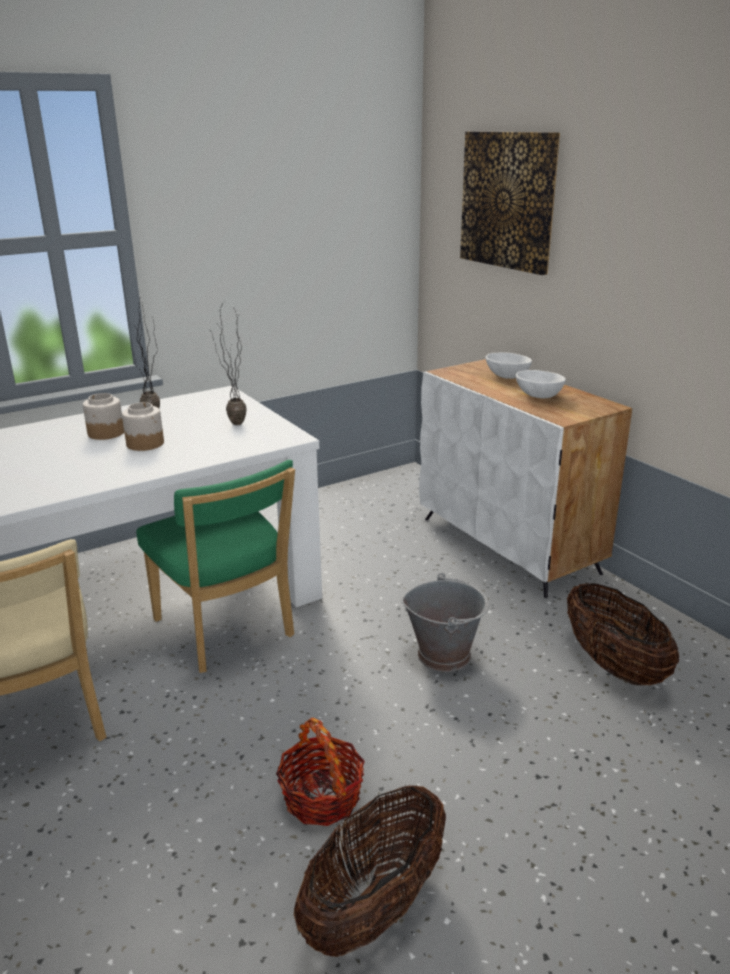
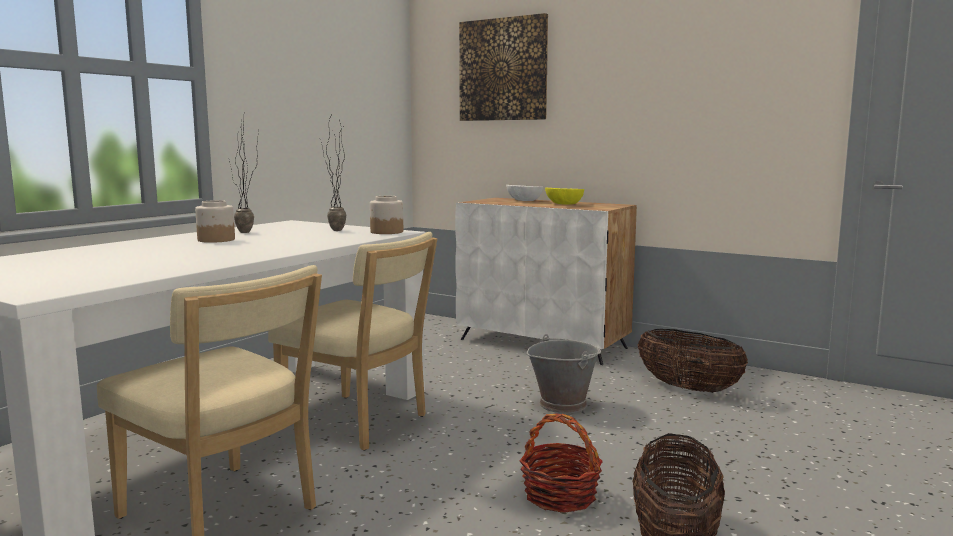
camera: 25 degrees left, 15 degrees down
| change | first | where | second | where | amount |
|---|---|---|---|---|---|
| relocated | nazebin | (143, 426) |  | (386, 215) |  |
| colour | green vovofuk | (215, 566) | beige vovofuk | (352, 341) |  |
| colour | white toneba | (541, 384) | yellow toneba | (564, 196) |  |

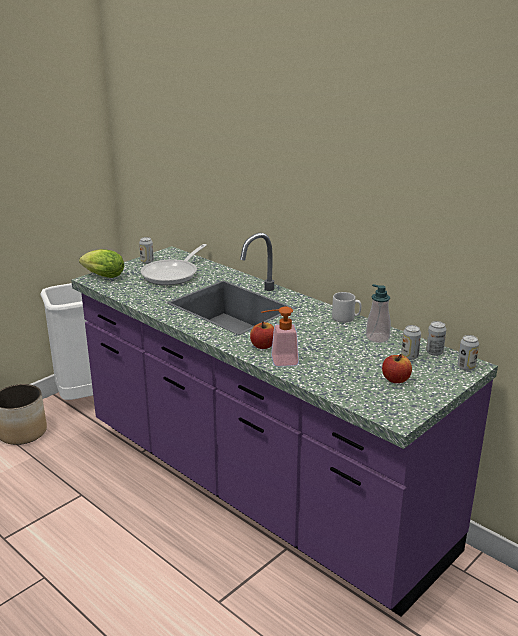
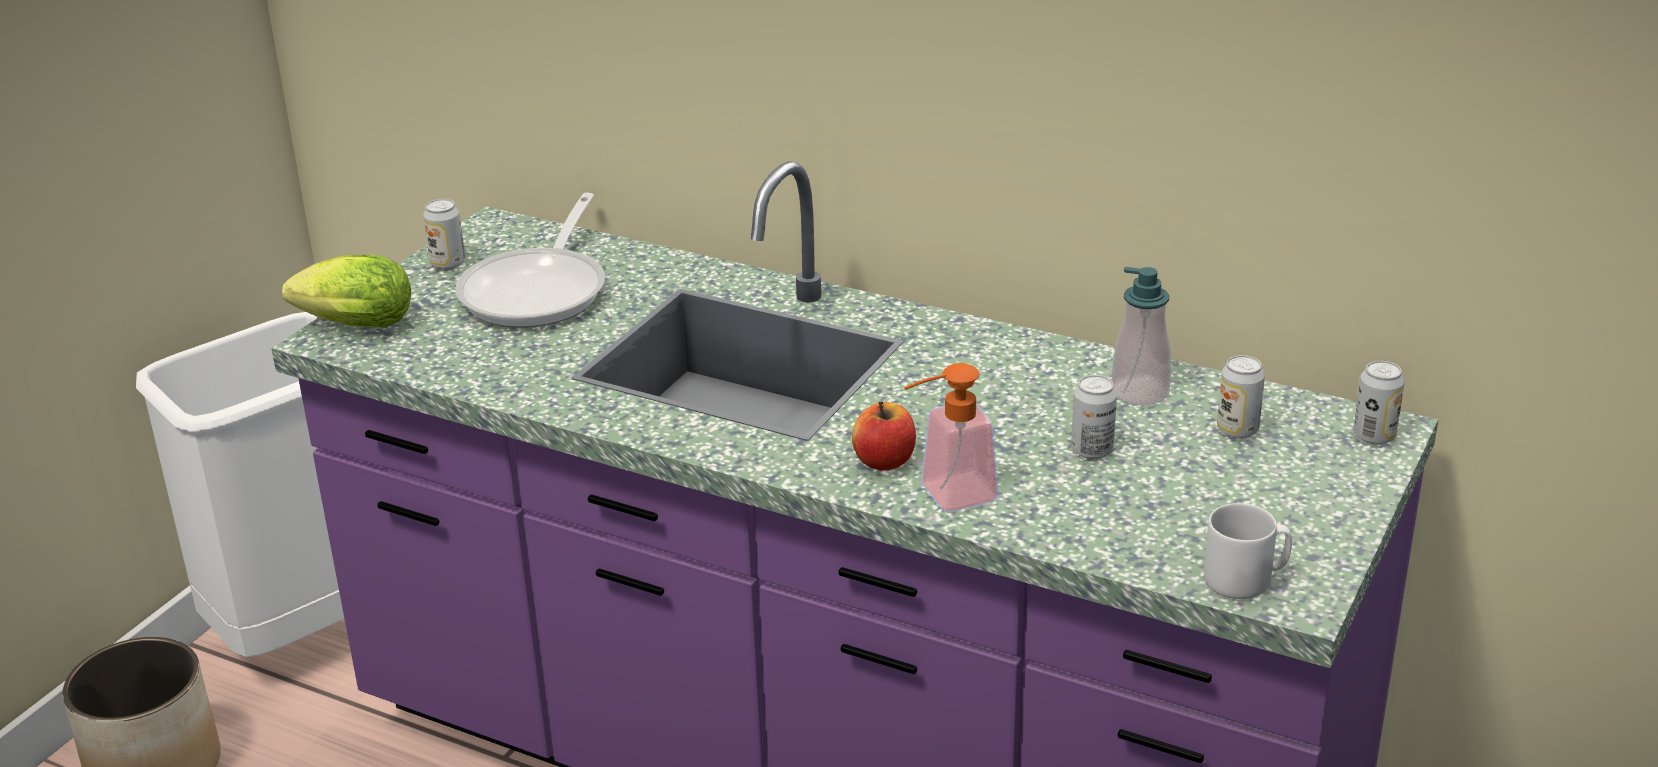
camera: 15 degrees left, 5 degrees up
| change | first | where | second | where | amount |
|---|---|---|---|---|---|
| missing | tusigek | (397, 368) |  |  |  |
| relocated | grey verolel | (346, 307) |  | (1248, 551) |  |
| relocated | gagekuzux | (436, 338) |  | (1094, 417) |  |

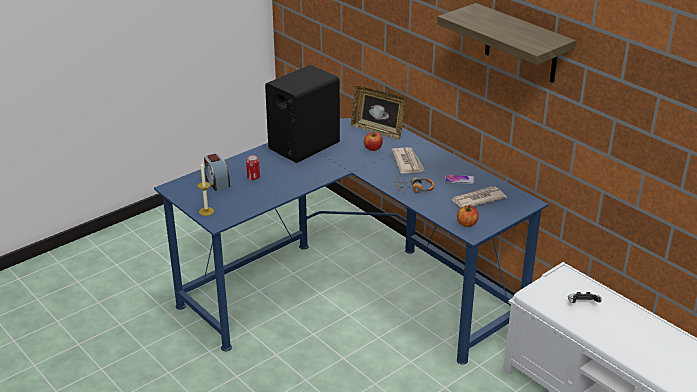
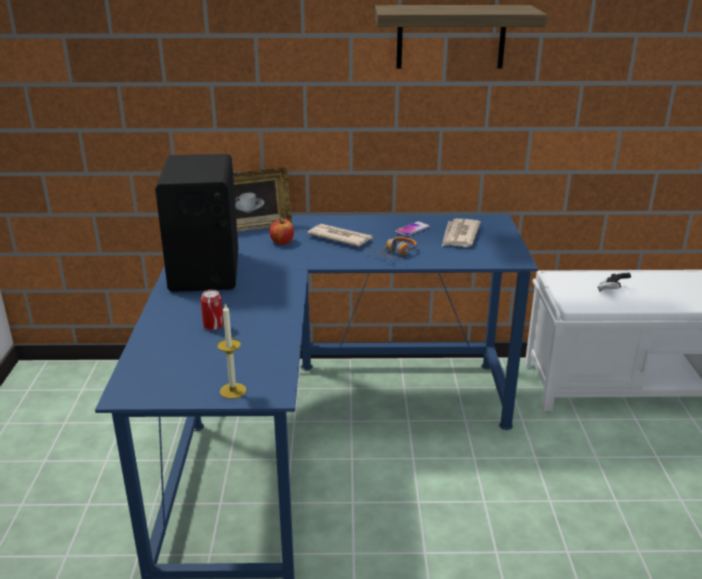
camera: 50 degrees left, 5 degrees down
| change | first | where | second | where | amount |
|---|---|---|---|---|---|
| missing | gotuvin | (217, 172) |  |  |  |
| missing | tusigek | (468, 216) |  |  |  |

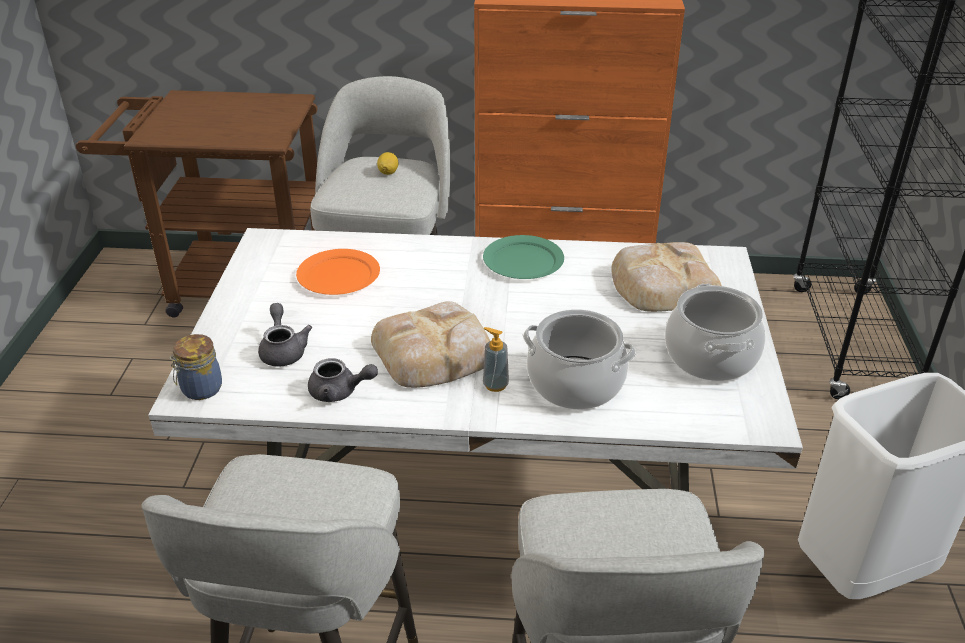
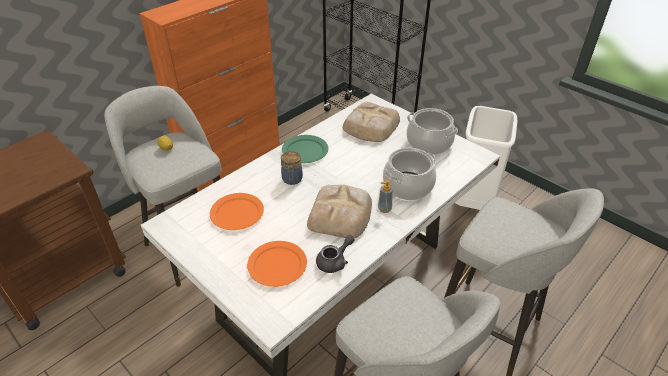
camera: 50 degrees left, 5 degrees up
| change | first | where | second | where | amount |
|---|---|---|---|---|---|
| relocated | nazebin | (195, 367) |  | (292, 168) |  |
| exchanged | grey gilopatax | (285, 335) | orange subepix | (277, 264) |  |

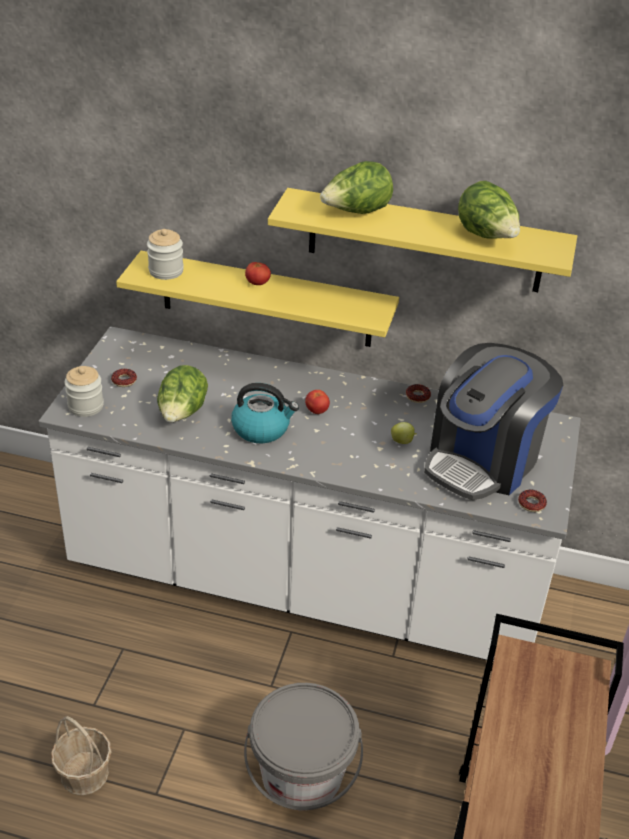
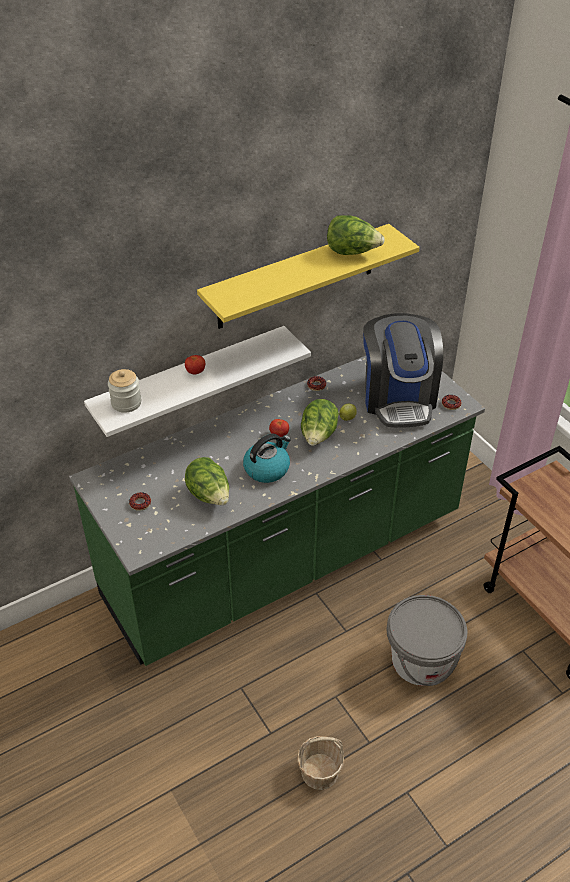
camera: 45 degrees left, 5 degrees up
| change | first | where | second | where | amount |
|---|---|---|---|---|---|
| missing | nazebin | (84, 391) |  |  |  |
| relocated | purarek | (356, 187) |  | (320, 422) |  |
| colour | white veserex | (309, 493) | green veserex | (277, 511) |  |
| colour | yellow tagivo | (257, 299) | white tagivo | (197, 381) |  |

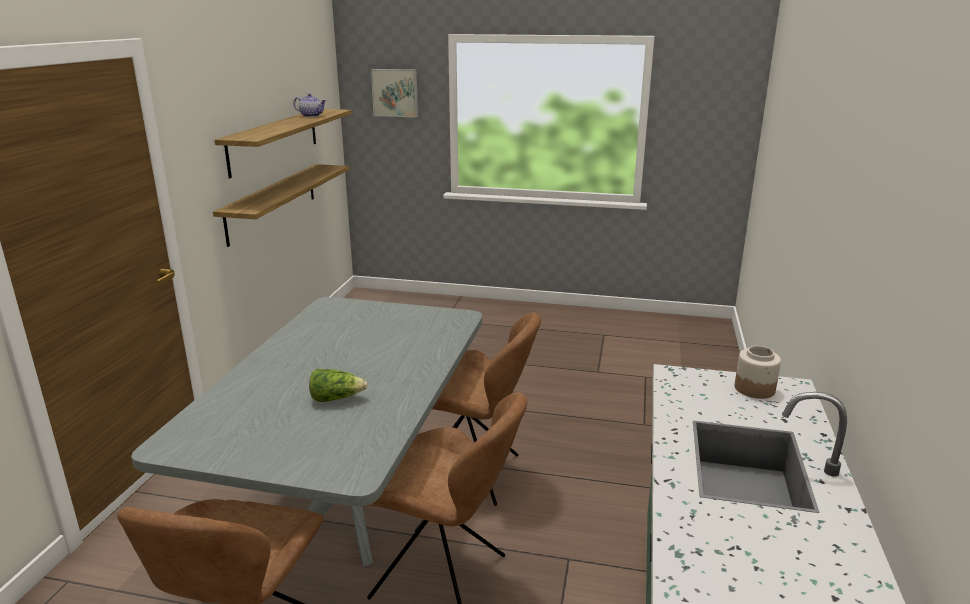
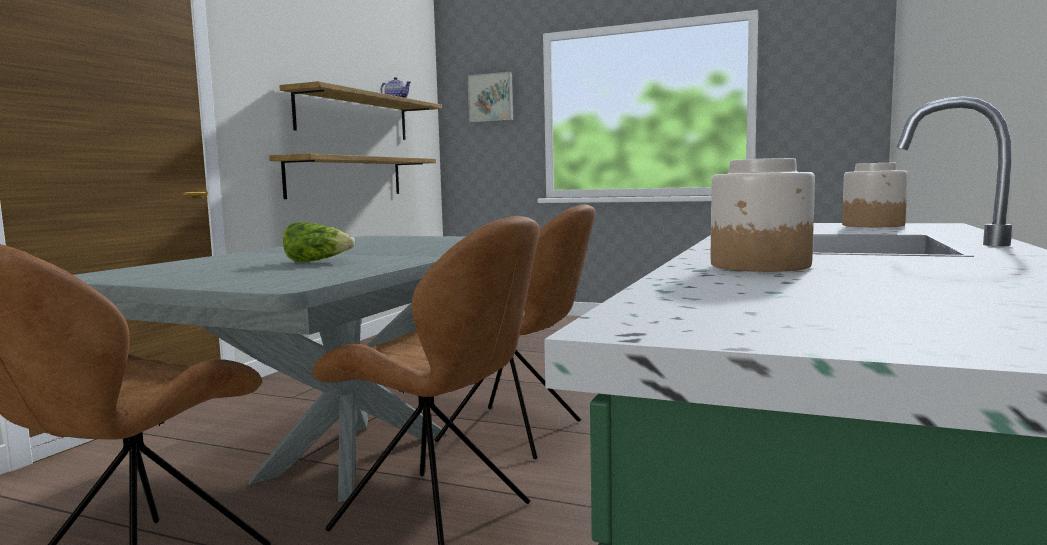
camera: 10 degrees right, 15 degrees down
| change | first | where | second | where | amount |
|---|---|---|---|---|---|
| appeared |  |  | nazebin | (763, 215) |  |

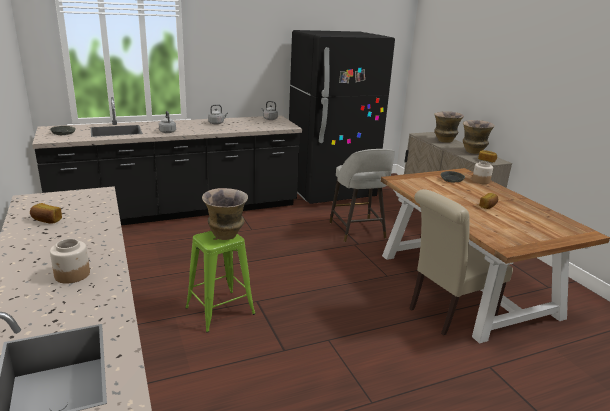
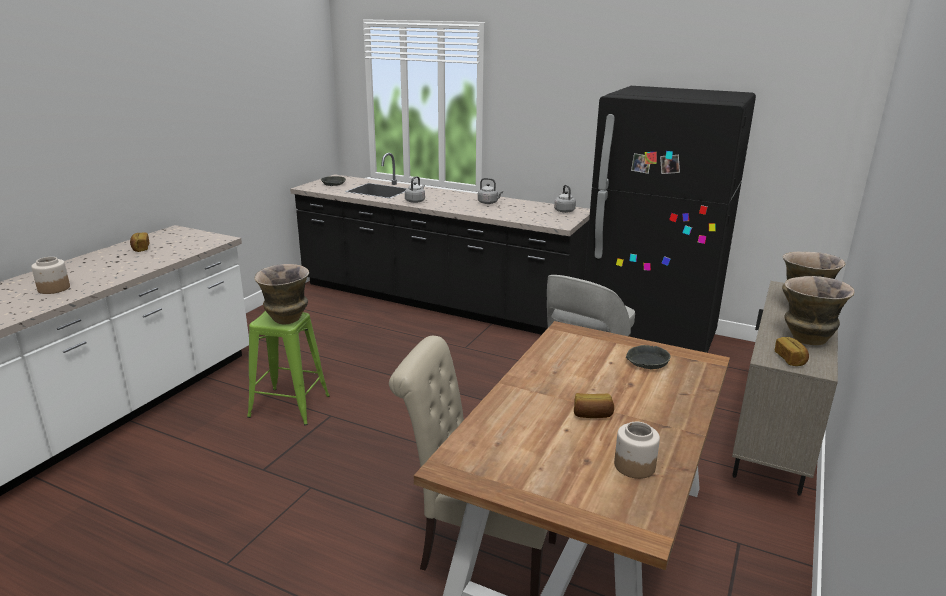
camera: 50 degrees right, 0 degrees up
| change | first | where | second | where | amount |
|---|---|---|---|---|---|
| relocated | nazebin | (482, 173) |  | (637, 450) |  |

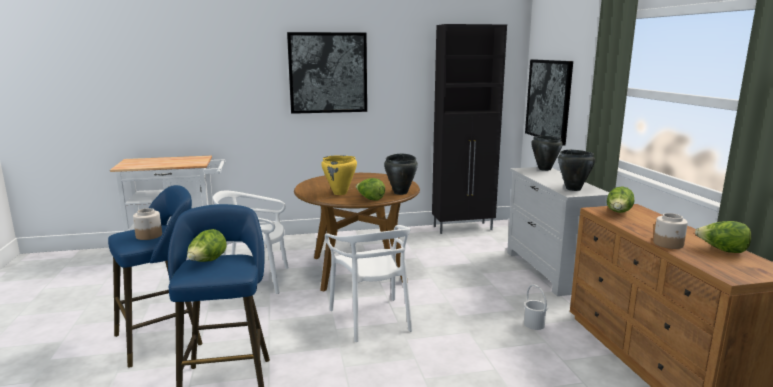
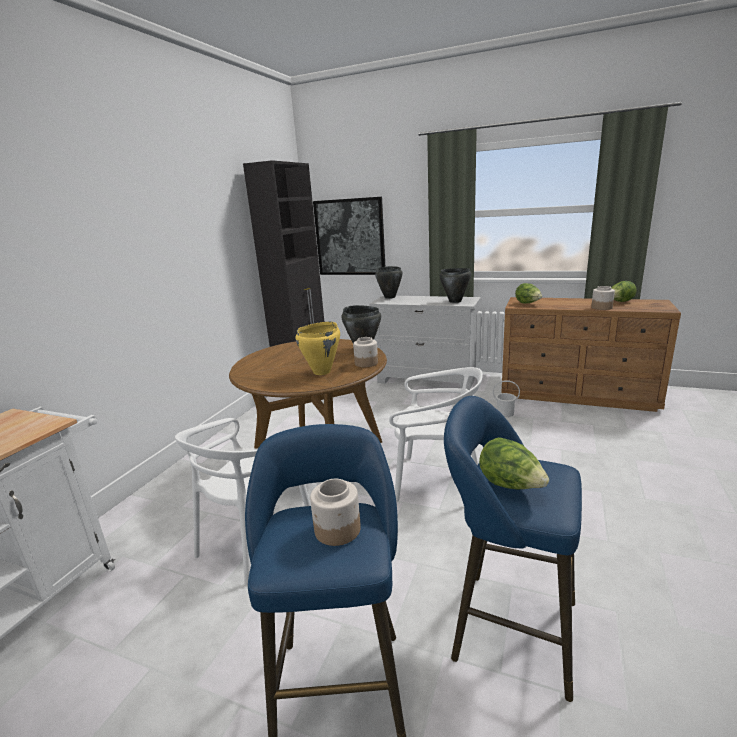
camera: 55 degrees left, 5 degrees up
| change | first | where | second | where | amount |
|---|---|---|---|---|---|
| missing | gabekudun | (327, 73) |  |  |  |
| exchanged | purarek | (370, 189) | nazebin | (365, 352) |  |

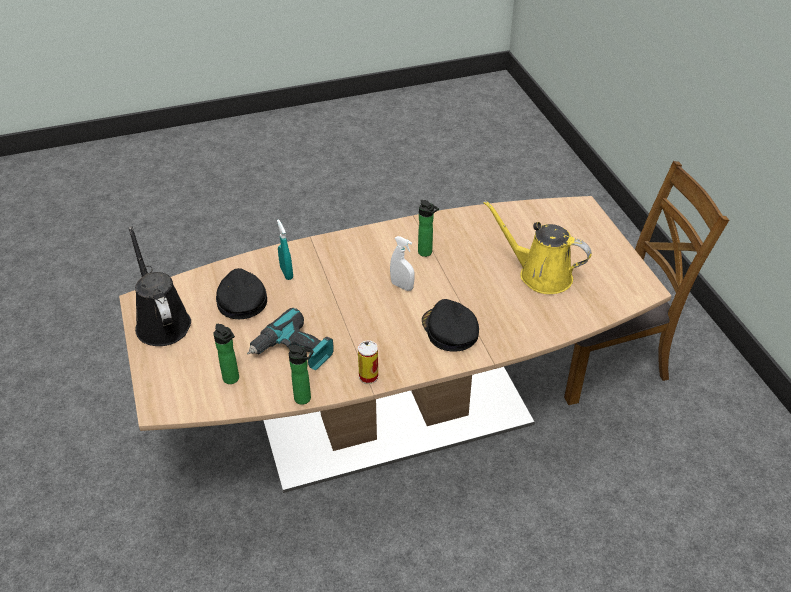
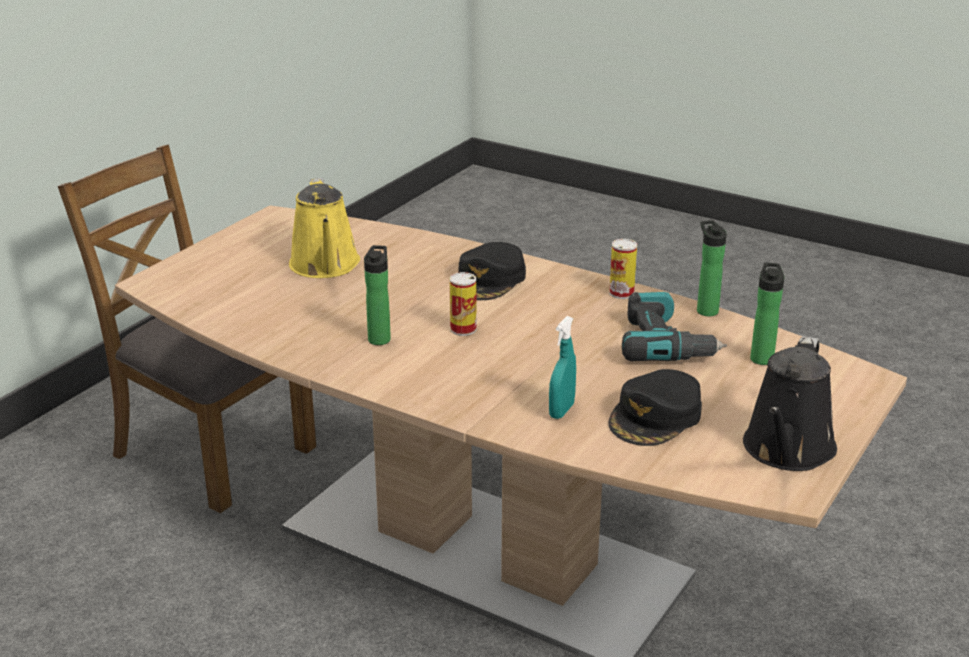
camera: 130 degrees left, 15 degrees down
| change | first | where | second | where | amount |
|---|---|---|---|---|---|
| exchanged | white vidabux | (402, 263) | gagekuzux | (463, 304) |  |

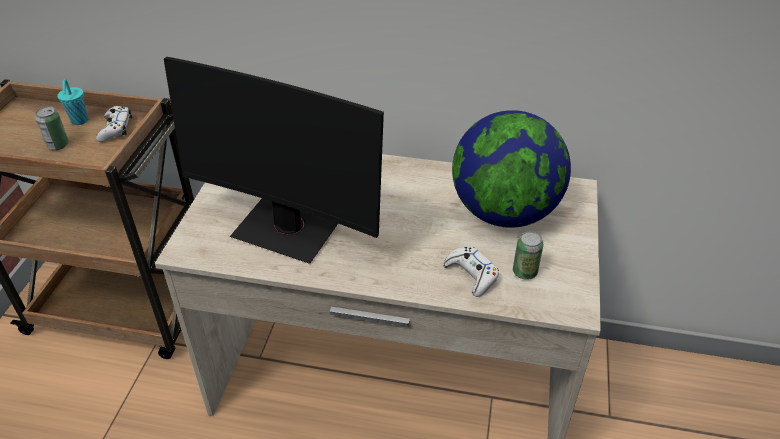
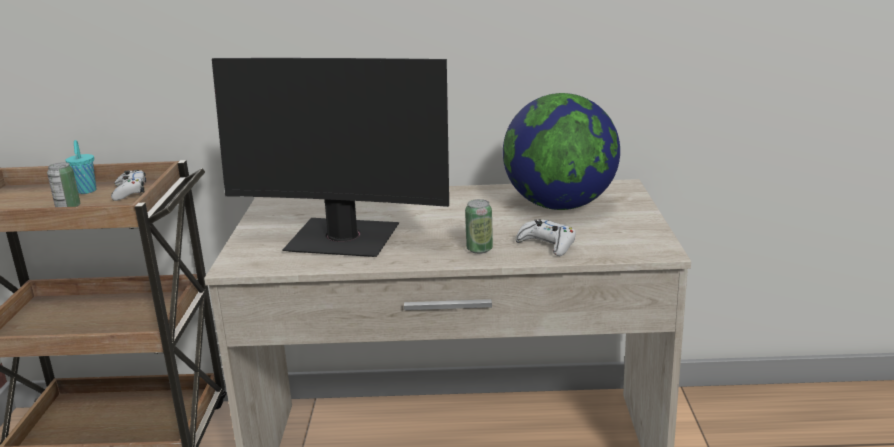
camera: 10 degrees left, 20 degrees down
| change | first | where | second | where | amount |
|---|---|---|---|---|---|
| relocated | gagekuzux | (528, 255) |  | (479, 226) |  |

